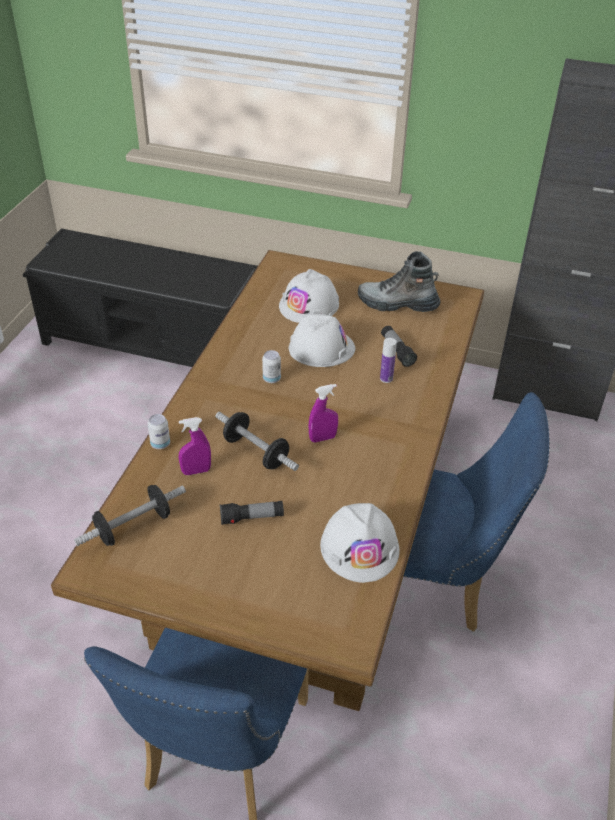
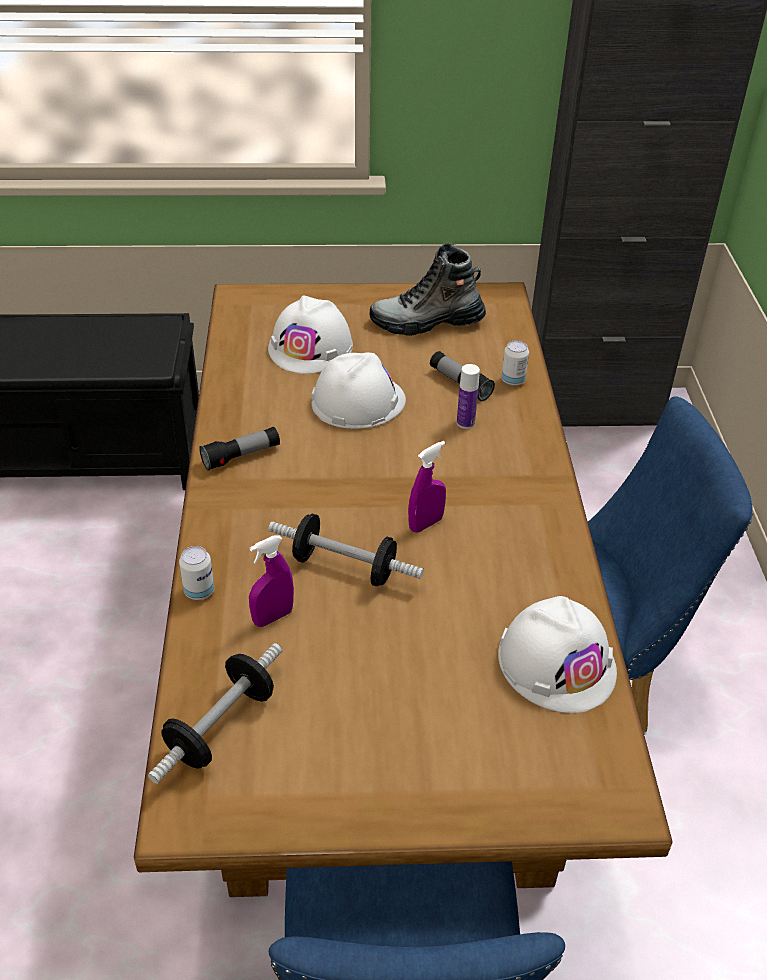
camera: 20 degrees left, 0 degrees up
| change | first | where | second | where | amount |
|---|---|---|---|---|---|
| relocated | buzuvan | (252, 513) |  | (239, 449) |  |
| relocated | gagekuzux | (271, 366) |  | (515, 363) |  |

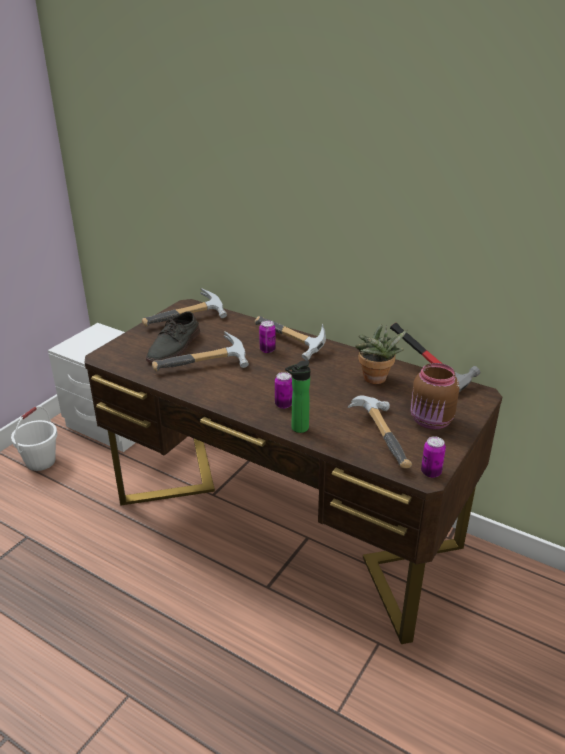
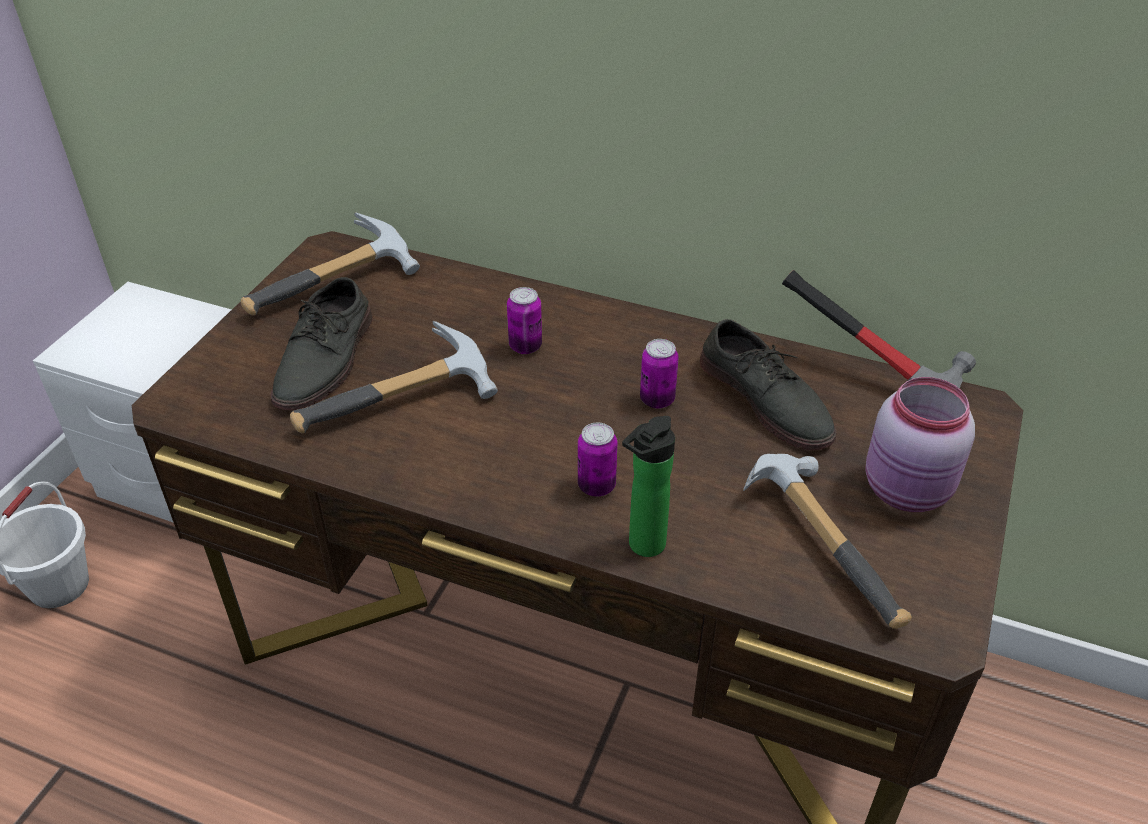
camera: 10 degrees left, 10 degrees up
| change | first | where | second | where | amount |
|---|---|---|---|---|---|
| missing | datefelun | (290, 338) |  |  |  |
| relocated | gagekuzux | (433, 457) |  | (659, 374) |  |
| exchanged | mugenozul | (381, 354) | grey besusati | (768, 384) |  |
| colour | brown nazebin | (435, 396) | pink nazebin | (920, 444) |  |

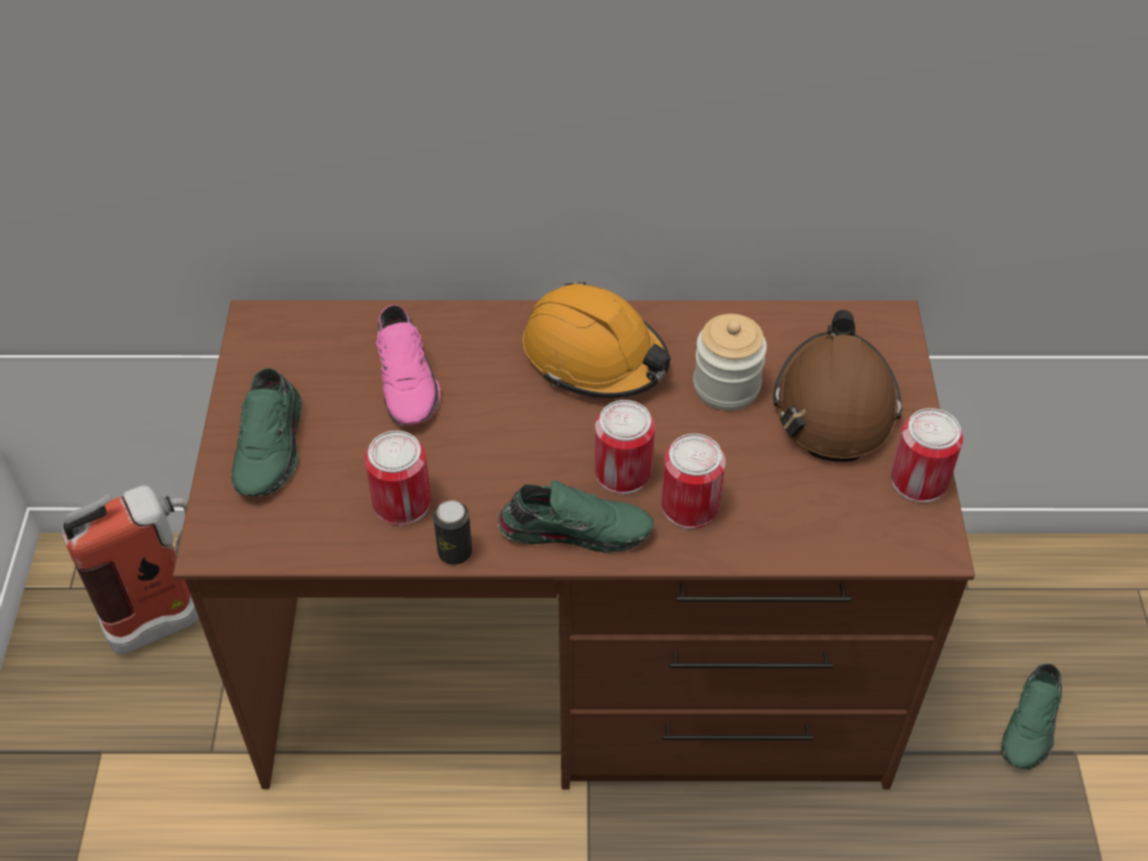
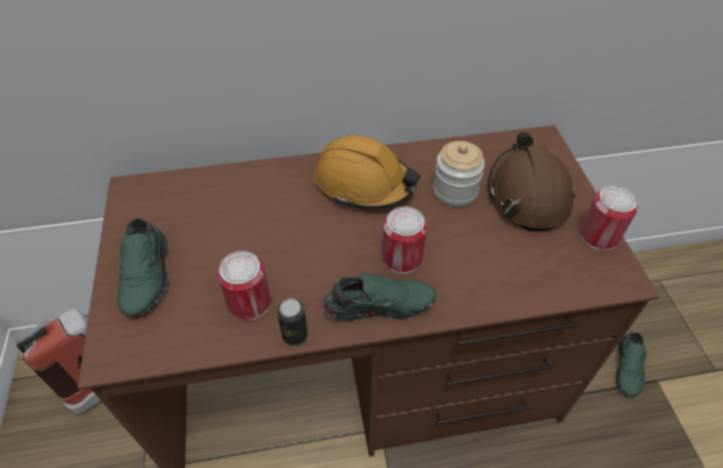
camera: 10 degrees left, 0 degrees up
| change | first | where | second | where | amount |
|---|---|---|---|---|---|
| missing | pink besusati | (408, 365) |  |  |  |
| missing | gagekuzux | (693, 481) |  |  |  |

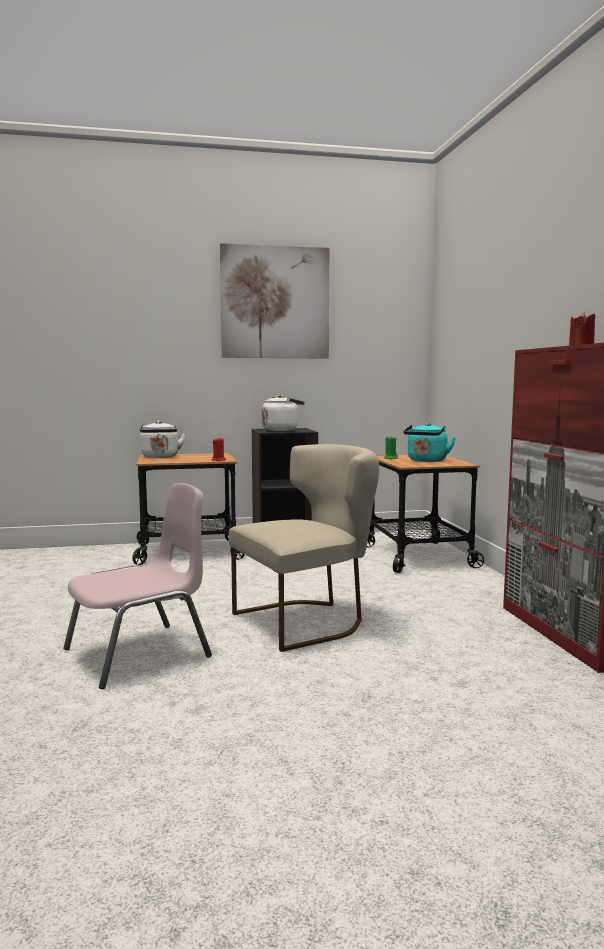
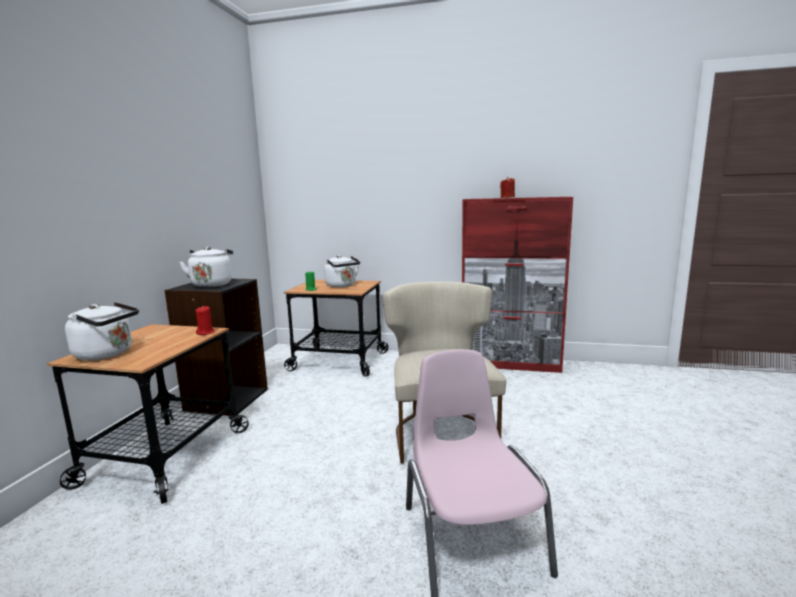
camera: 65 degrees left, 5 degrees up
| change | first | where | second | where | amount |
|---|---|---|---|---|---|
| missing | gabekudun | (274, 301) |  |  |  |
| colour | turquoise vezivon | (429, 442) | white vezivon | (342, 271) |  |

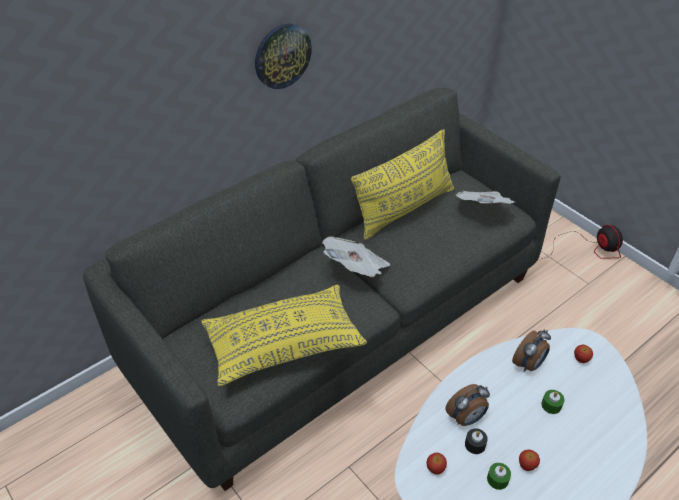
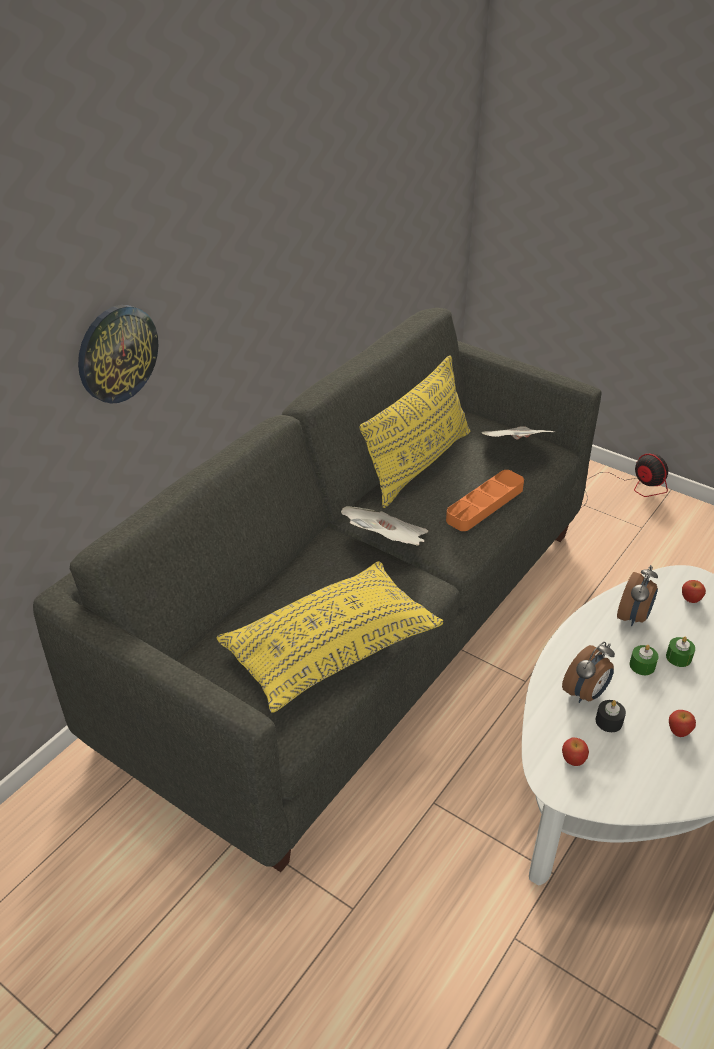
camera: 15 degrees left, 5 degrees down
| change | first | where | second | where | amount |
|---|---|---|---|---|---|
| appeared |  |  | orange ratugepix | (485, 500) |  |
| relocated | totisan | (283, 56) |  | (118, 354) |  |
| relocated | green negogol | (499, 476) |  | (644, 660) |  |

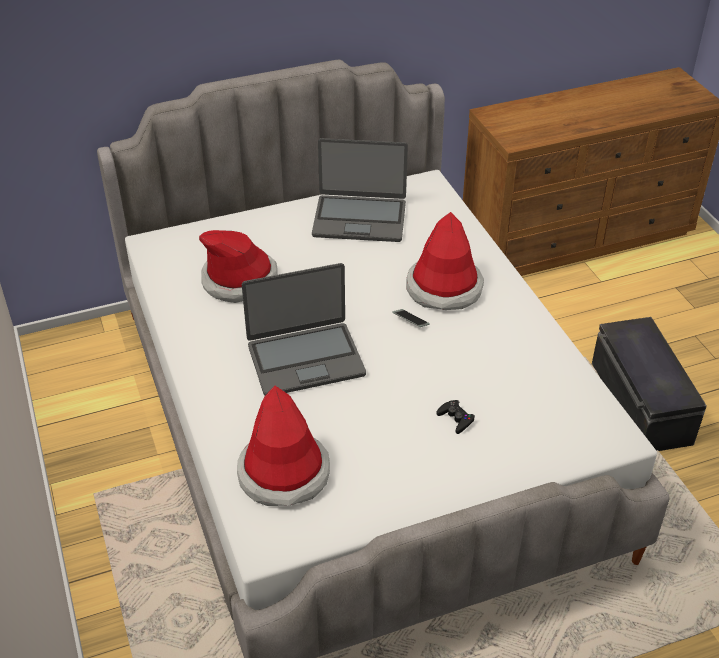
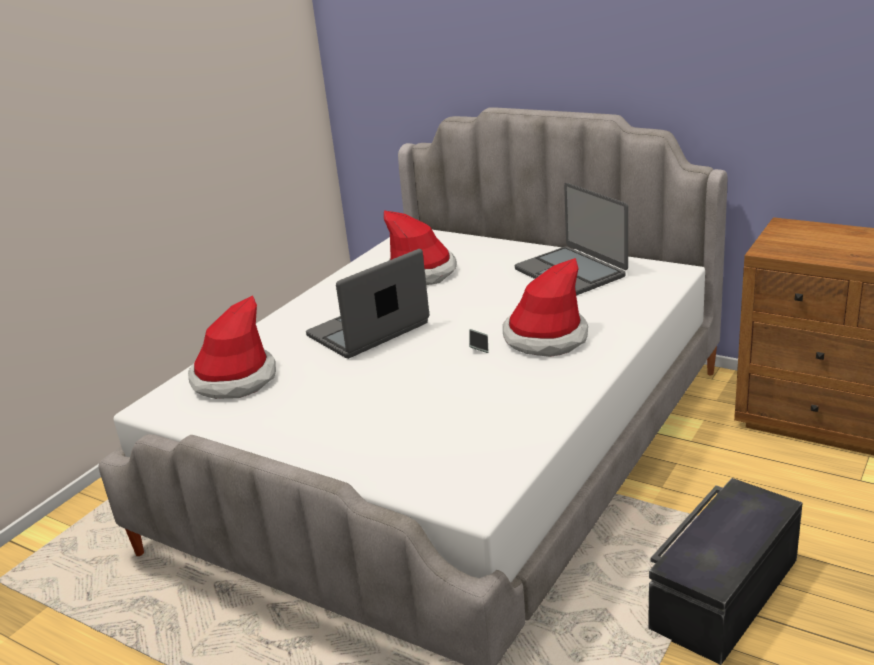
camera: 55 degrees right, 15 degrees down
| change | first | where | second | where | amount |
|---|---|---|---|---|---|
| missing | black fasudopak | (455, 417) |  |  |  |
| spun | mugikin | (304, 329) |  | (367, 304) | 105 degrees clockwise |

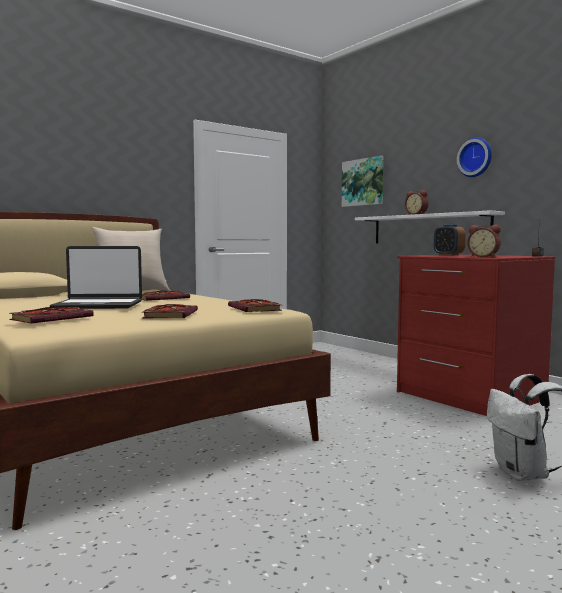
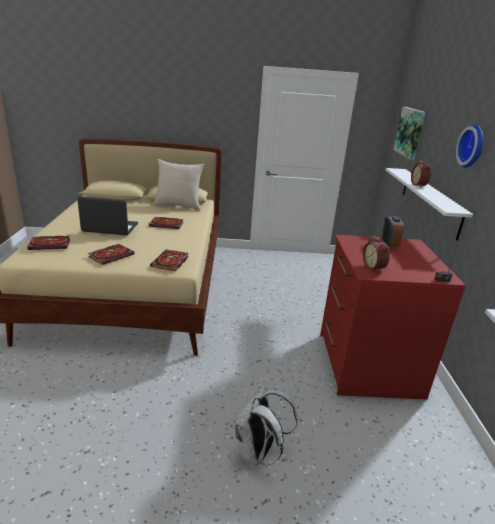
camera: 35 degrees right, 20 degrees up
| change | first | where | second | where | amount |
|---|---|---|---|---|---|
| spun | mugikin | (96, 277) |  | (107, 215) | 150 degrees clockwise |

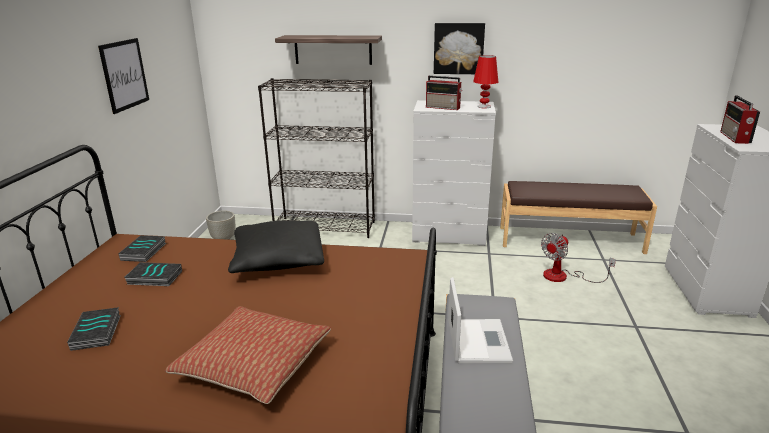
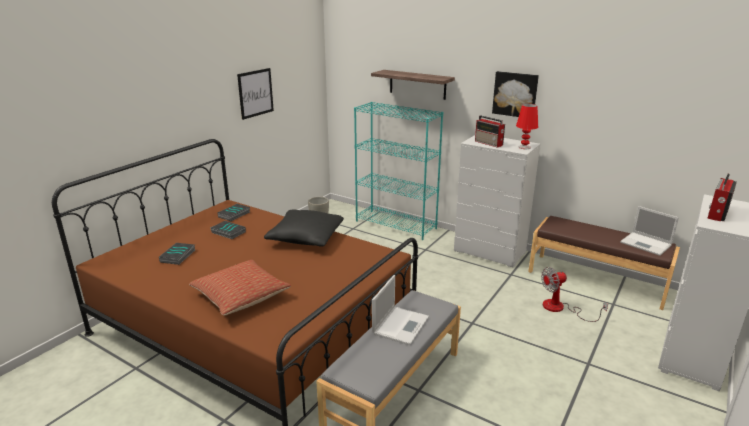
camera: 25 degrees right, 0 degrees up
| change | first | where | second | where | amount |
|---|---|---|---|---|---|
| appeared |  |  | mugikin | (649, 231) |  |
| colour | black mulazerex | (316, 158) | turquoise mulazerex | (398, 171) |  |

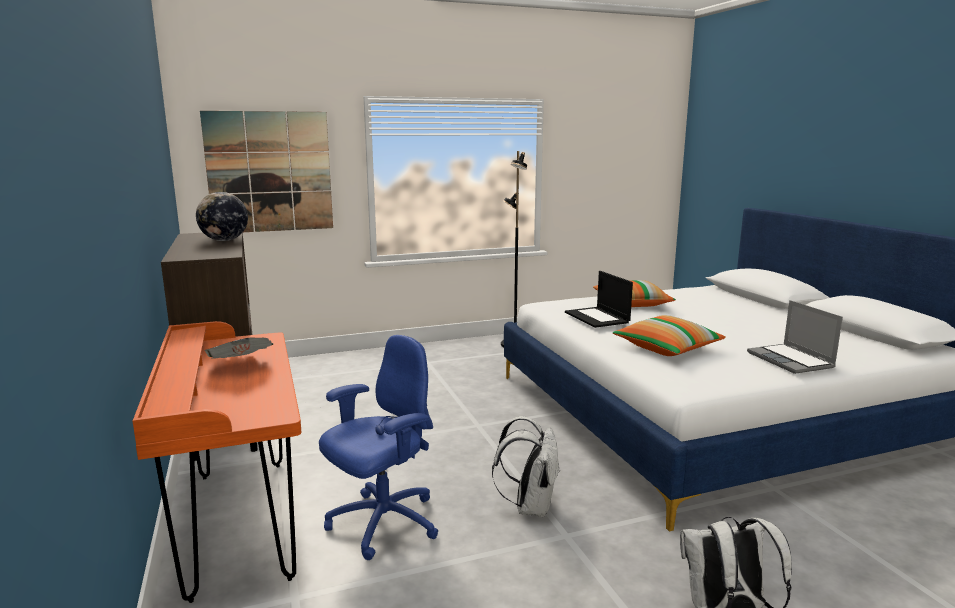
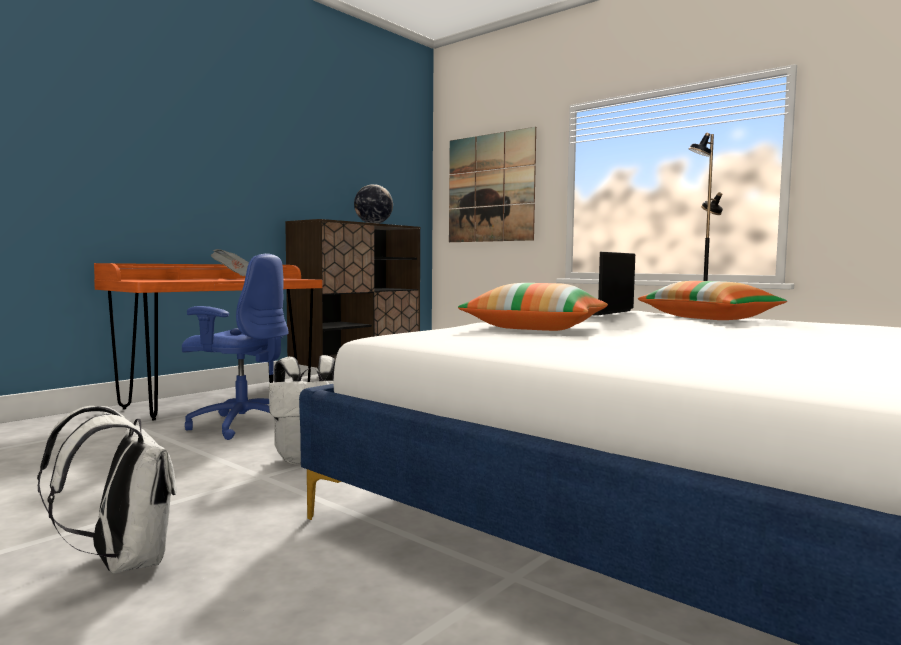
camera: 60 degrees right, 10 degrees down
| change | first | where | second | where | amount |
|---|---|---|---|---|---|
| missing | mugikin | (795, 337) |  |  |  |

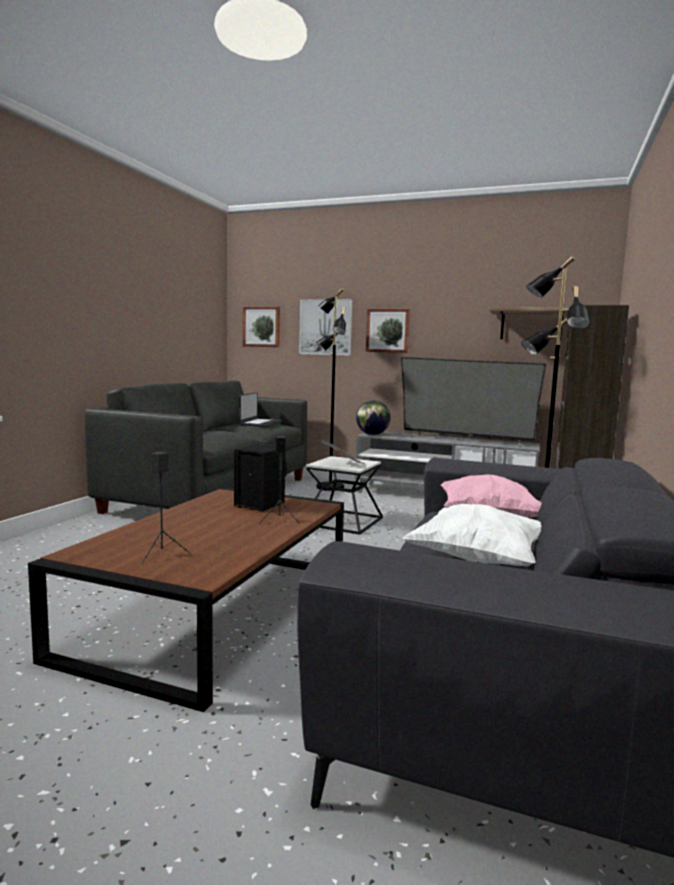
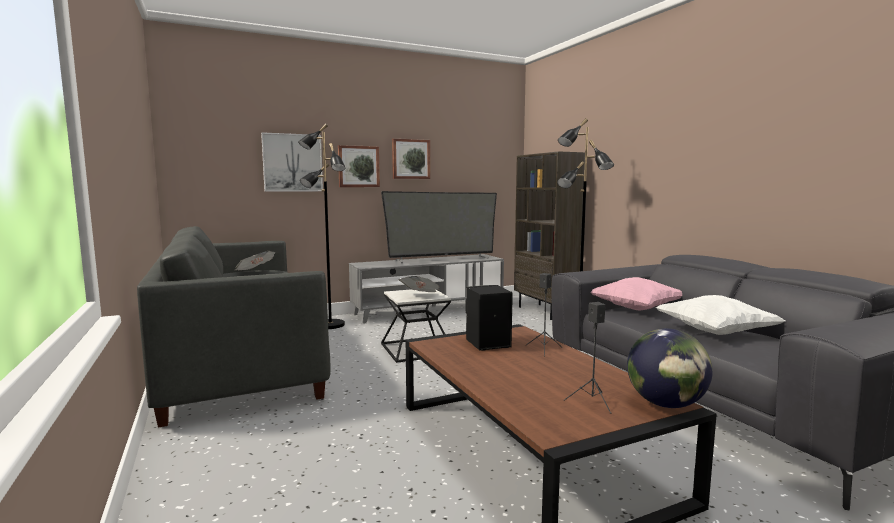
camera: 45 degrees left, 0 degrees up
| change | first | where | second | where | amount |
|---|---|---|---|---|---|
| missing | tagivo | (529, 323) |  |  |  |
| relocated | gabekudun | (261, 327) |  | (411, 158) |  |
| relocated | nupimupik | (373, 418) |  | (670, 368) |  |
| exchanged | mugikin | (260, 409) | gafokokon | (255, 260) |  |

